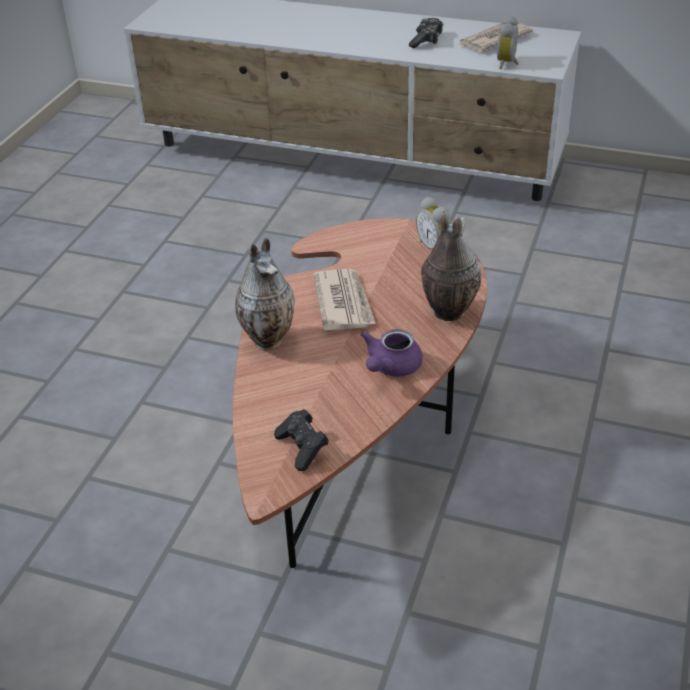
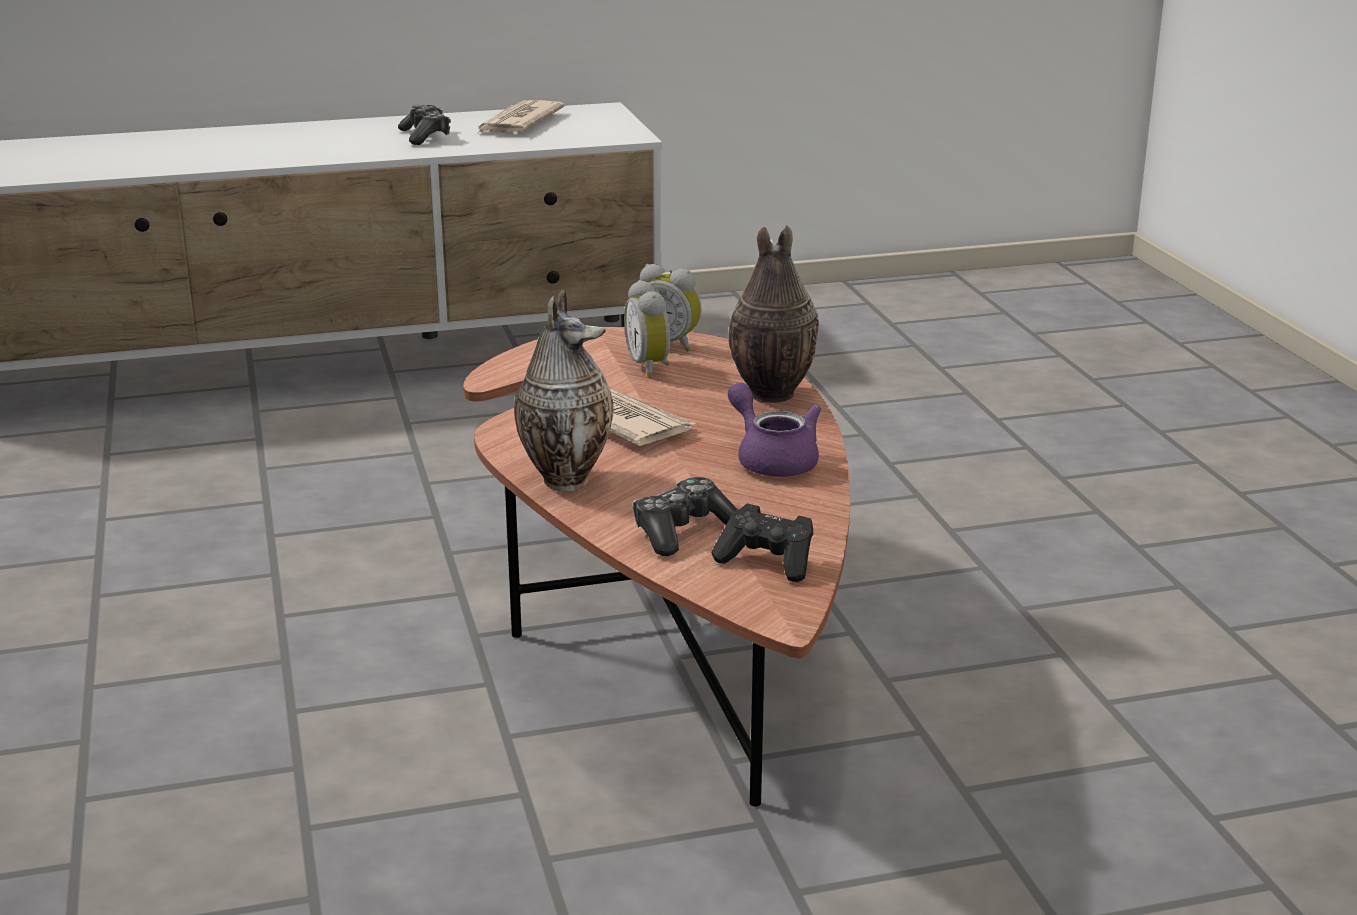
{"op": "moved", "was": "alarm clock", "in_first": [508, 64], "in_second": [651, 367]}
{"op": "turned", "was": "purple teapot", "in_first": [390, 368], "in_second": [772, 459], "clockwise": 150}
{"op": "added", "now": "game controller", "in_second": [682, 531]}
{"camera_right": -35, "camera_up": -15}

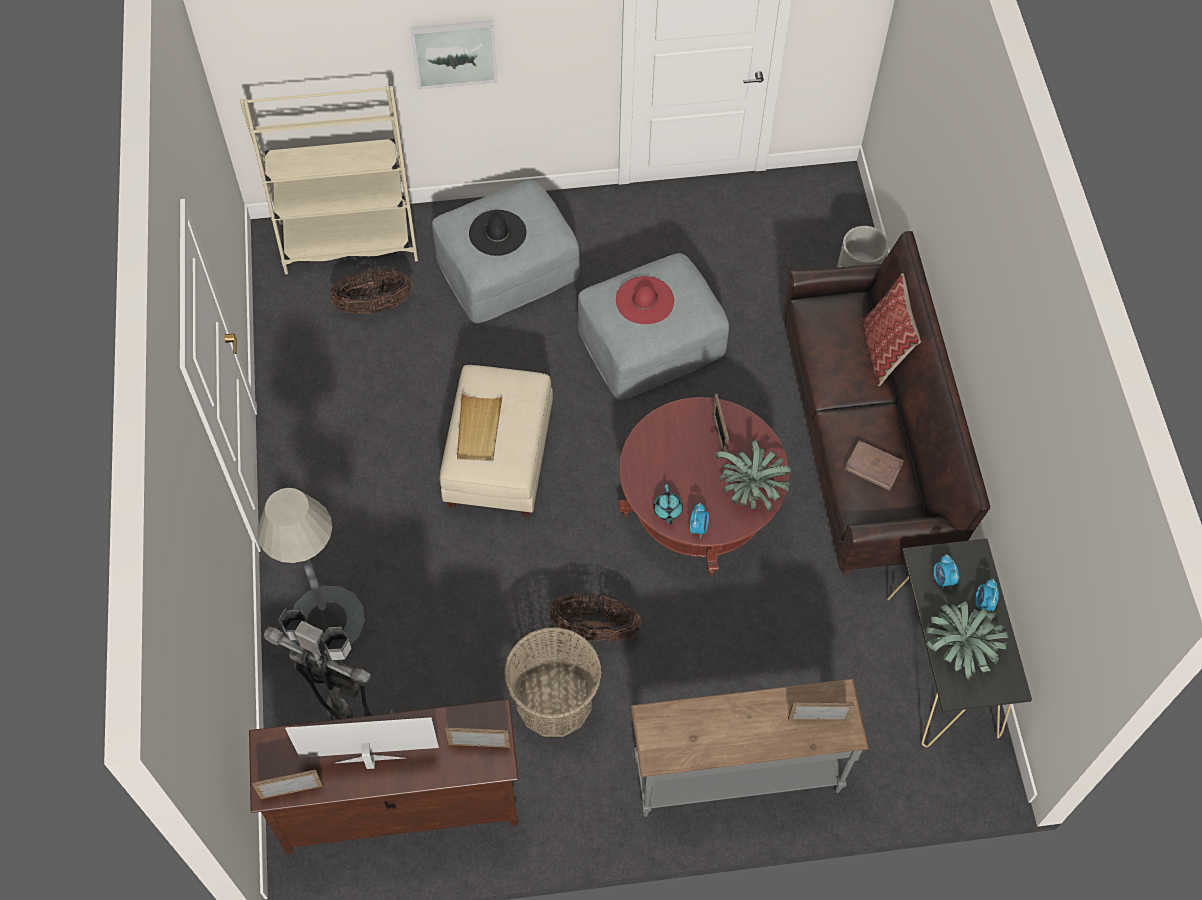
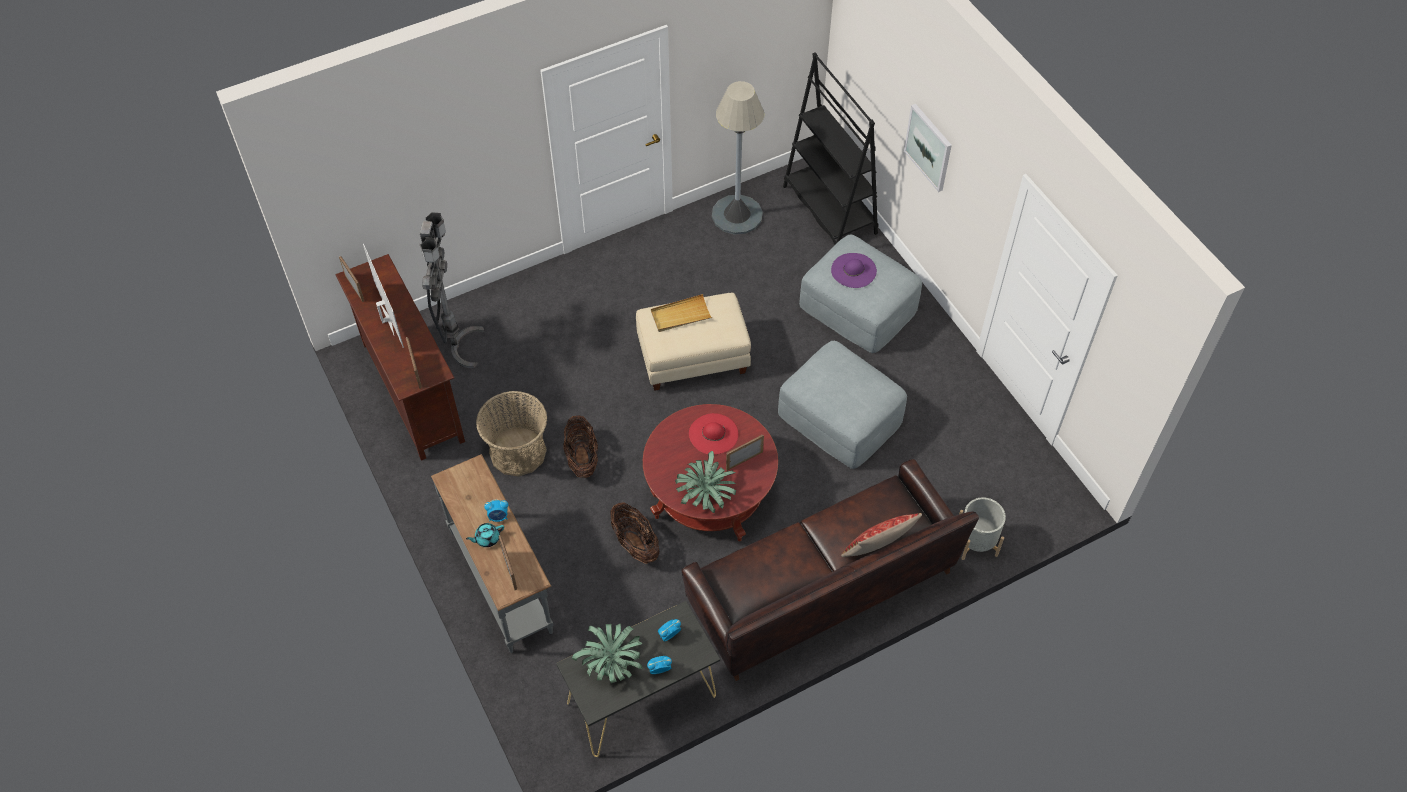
{"op": "recoloured", "was": "beige bookcase", "now": "black bookcase", "in_first": [348, 241], "in_second": [829, 210]}
{"op": "recoloured", "was": "black hat", "now": "purple hat", "in_first": [497, 233], "in_second": [853, 270]}
{"op": "moved", "was": "basket", "in_first": [374, 306], "in_second": [635, 544]}
{"op": "moved", "was": "red hat", "in_first": [645, 300], "in_second": [713, 434]}
{"op": "removed", "was": "brown book", "in_first": [873, 466]}
{"op": "moved", "was": "turquoise teapot", "in_first": [667, 510], "in_second": [487, 538]}
{"op": "moved", "was": "grey floor lamp", "in_first": [327, 621], "in_second": [737, 215]}
{"op": "moved", "was": "alarm clock", "in_first": [698, 527], "in_second": [498, 517]}
{"camera_right": 70, "camera_up": -5}

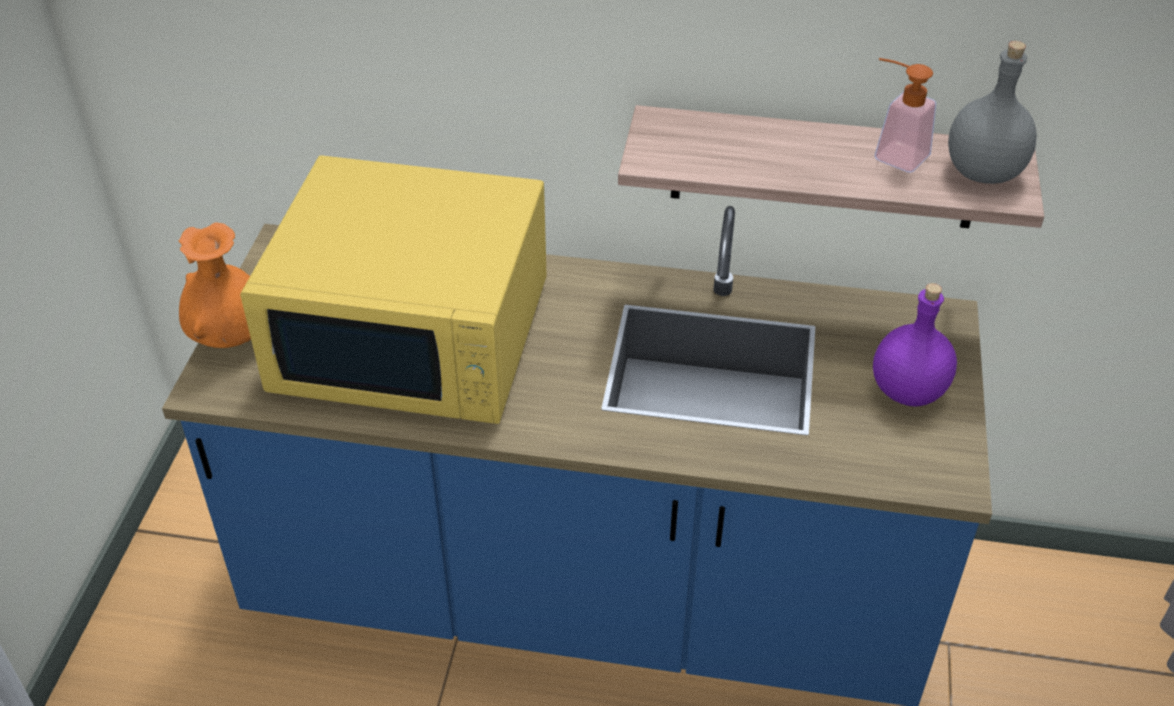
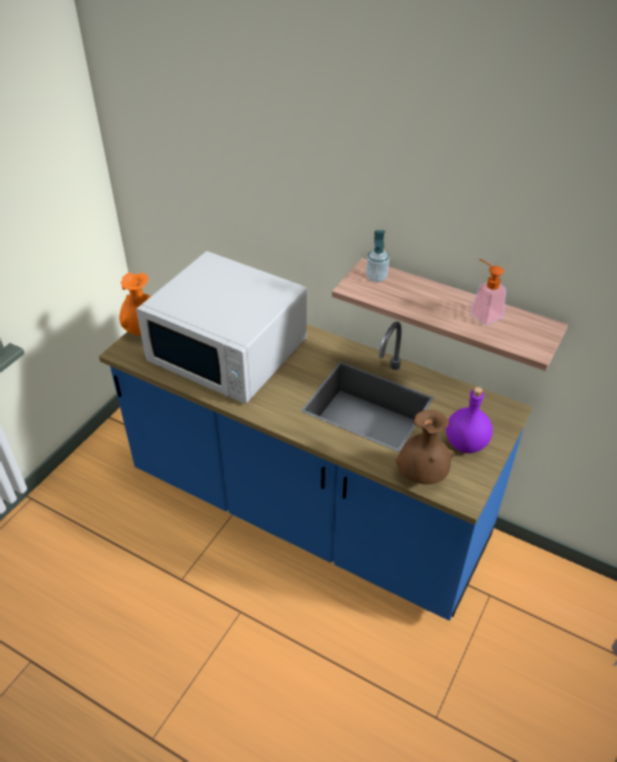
{"op": "removed", "was": "grey bottle", "in_first": [985, 173]}
{"op": "recoloured", "was": "yellow microwave", "now": "white microwave", "in_first": [415, 337], "in_second": [228, 352]}
{"op": "added", "now": "soap dispenser", "in_second": [376, 277]}
{"op": "added", "now": "brown vase", "in_second": [421, 476]}
{"camera_right": 20, "camera_up": 0}

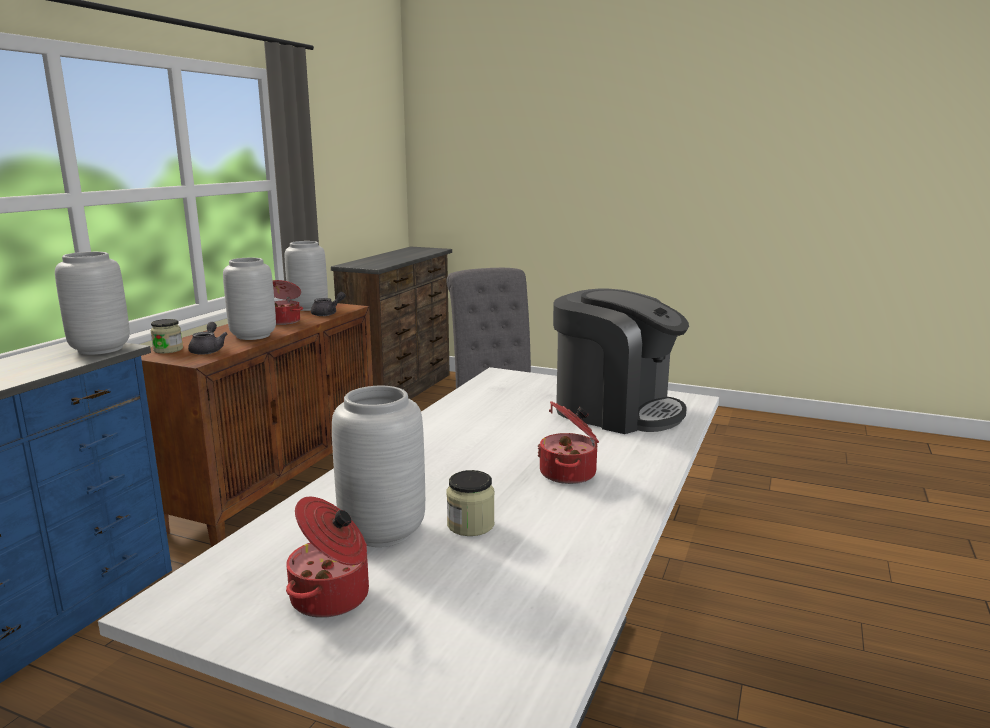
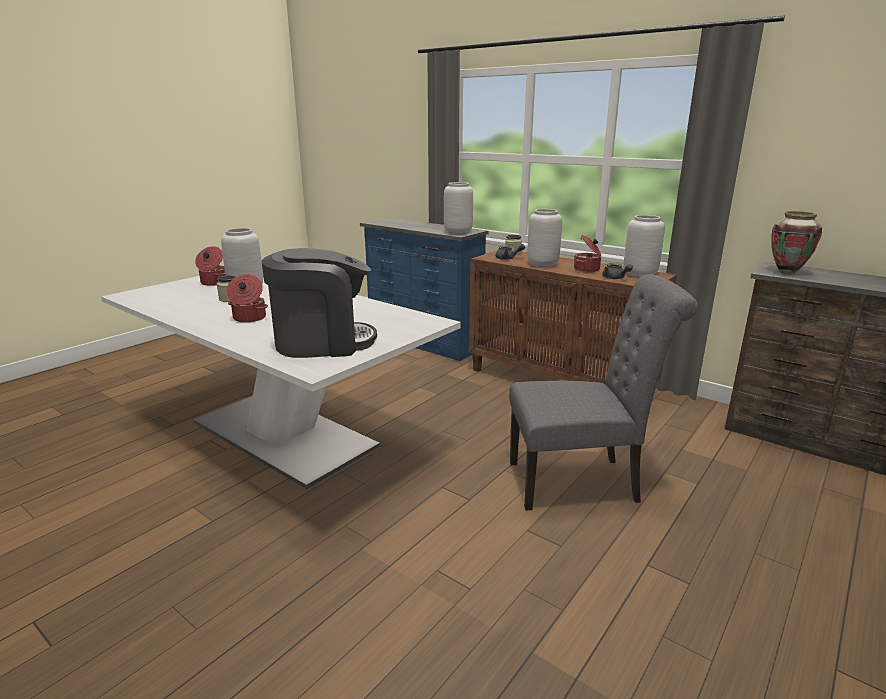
{"op": "turned", "was": "coffee machine", "in_first": [615, 410], "in_second": [323, 342], "clockwise": -150}
{"op": "added", "now": "vase", "in_second": [787, 272]}
{"camera_right": 105, "camera_up": 5}

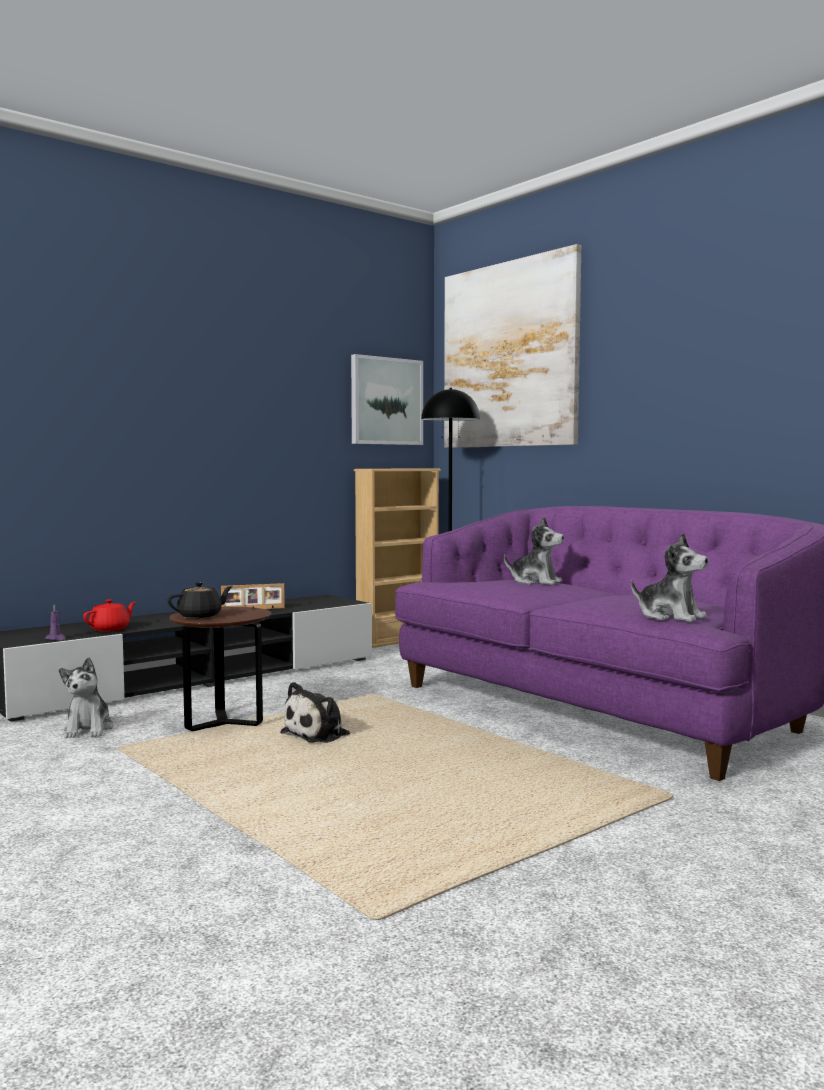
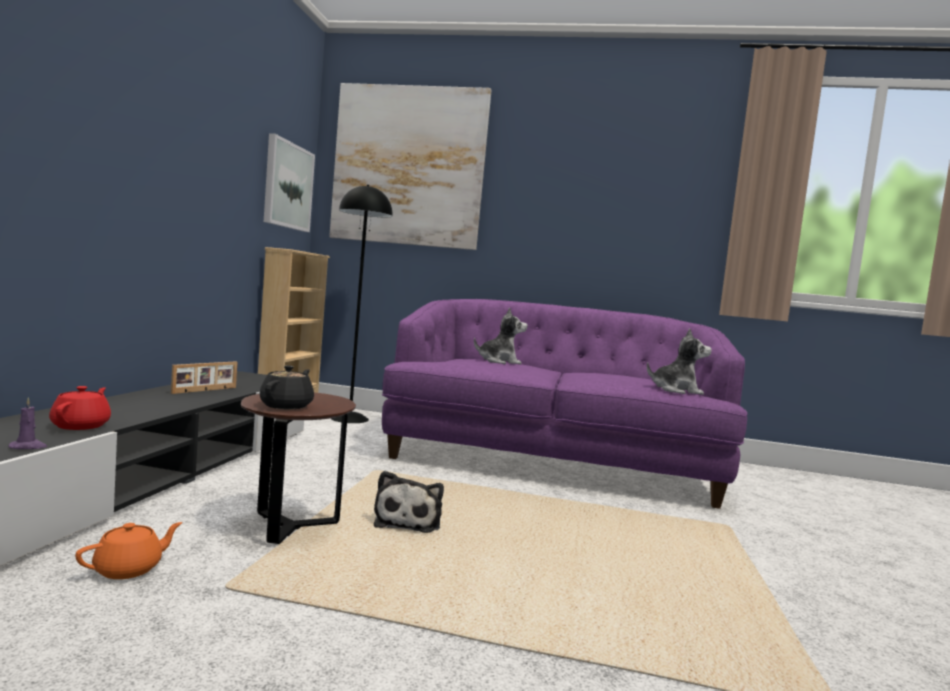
{"op": "replaced", "was": "plush toy", "now": "orange teapot", "in_first": [88, 729], "in_second": [129, 569]}
{"camera_right": -40, "camera_up": 0}

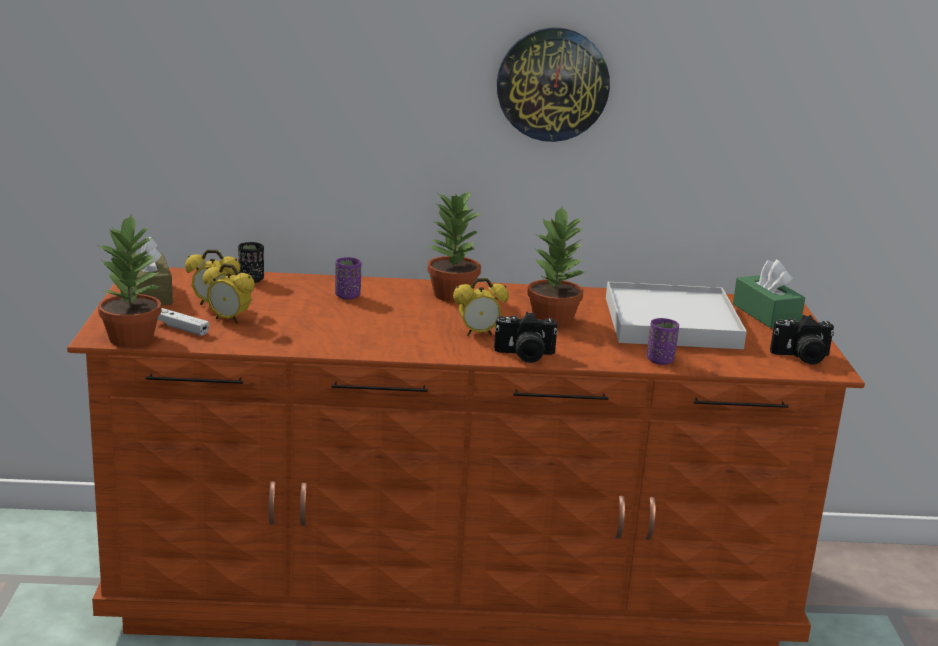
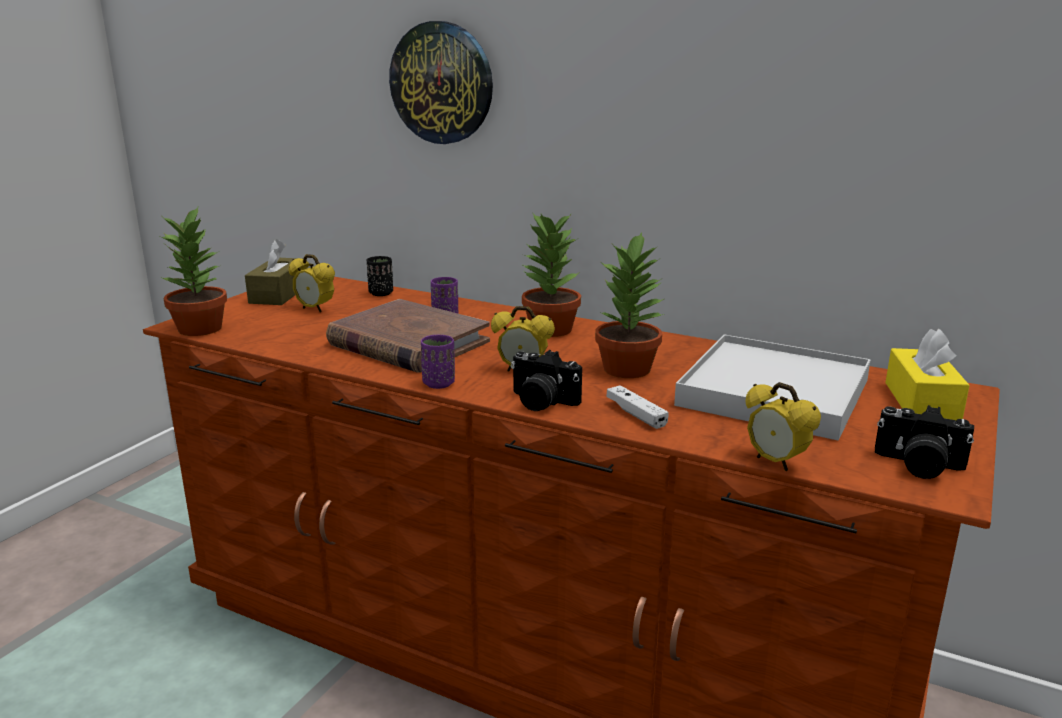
{"op": "moved", "was": "wall clock", "in_first": [552, 84], "in_second": [442, 83]}
{"op": "recoloured", "was": "green tissue box", "now": "yellow tissue box", "in_first": [766, 314], "in_second": [921, 402]}
{"op": "moved", "was": "alarm clock", "in_first": [229, 320], "in_second": [775, 462]}
{"op": "moved", "was": "white game controller", "in_first": [181, 328], "in_second": [636, 414]}
{"op": "moved", "was": "purple cup", "in_first": [660, 360], "in_second": [439, 384]}
{"op": "added", "now": "brown book", "in_second": [407, 343]}
{"camera_right": 30, "camera_up": 0}

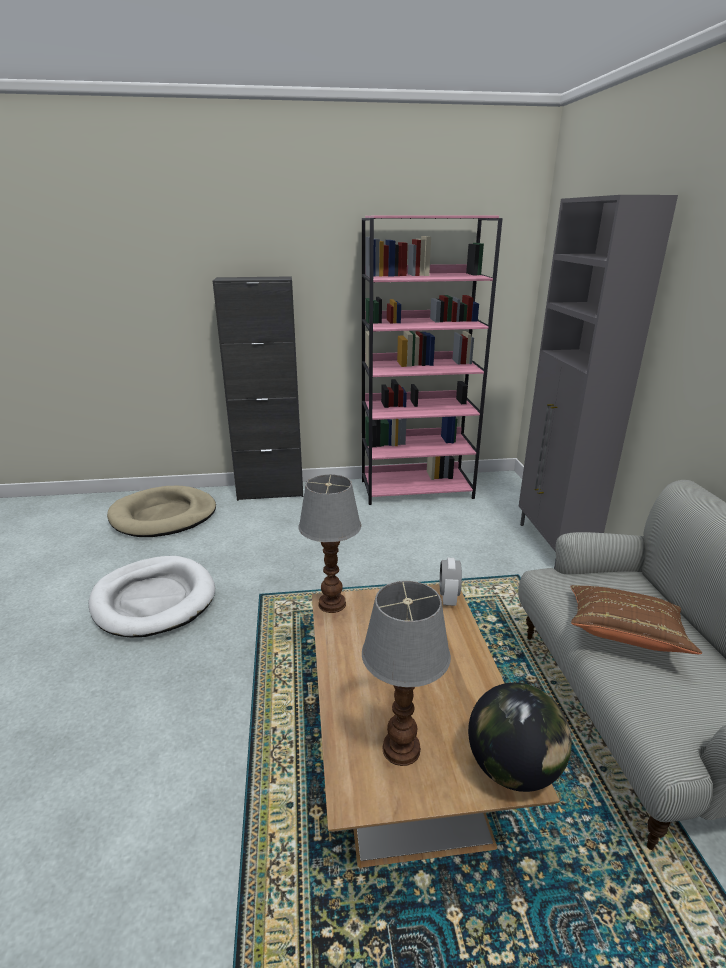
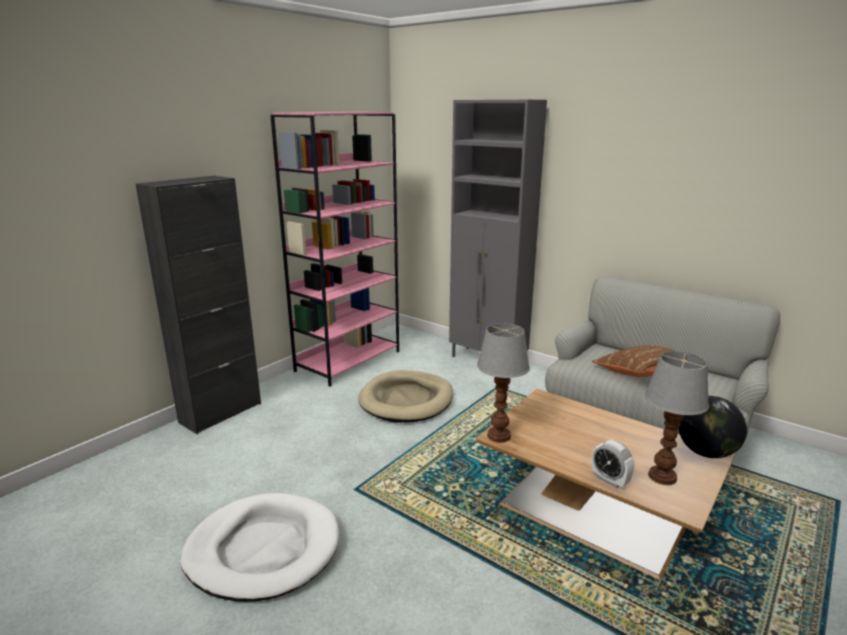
{"op": "moved", "was": "beige dog bed", "in_first": [164, 516], "in_second": [407, 400]}
{"op": "moved", "was": "alarm clock", "in_first": [448, 598], "in_second": [610, 480]}
{"camera_right": -45, "camera_up": -5}

